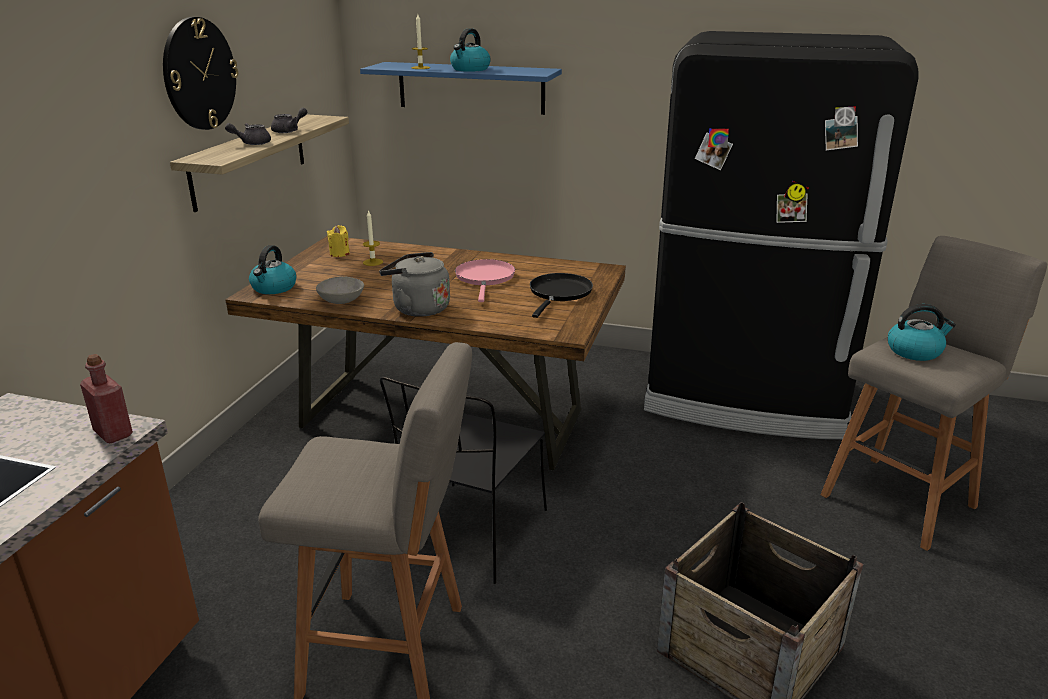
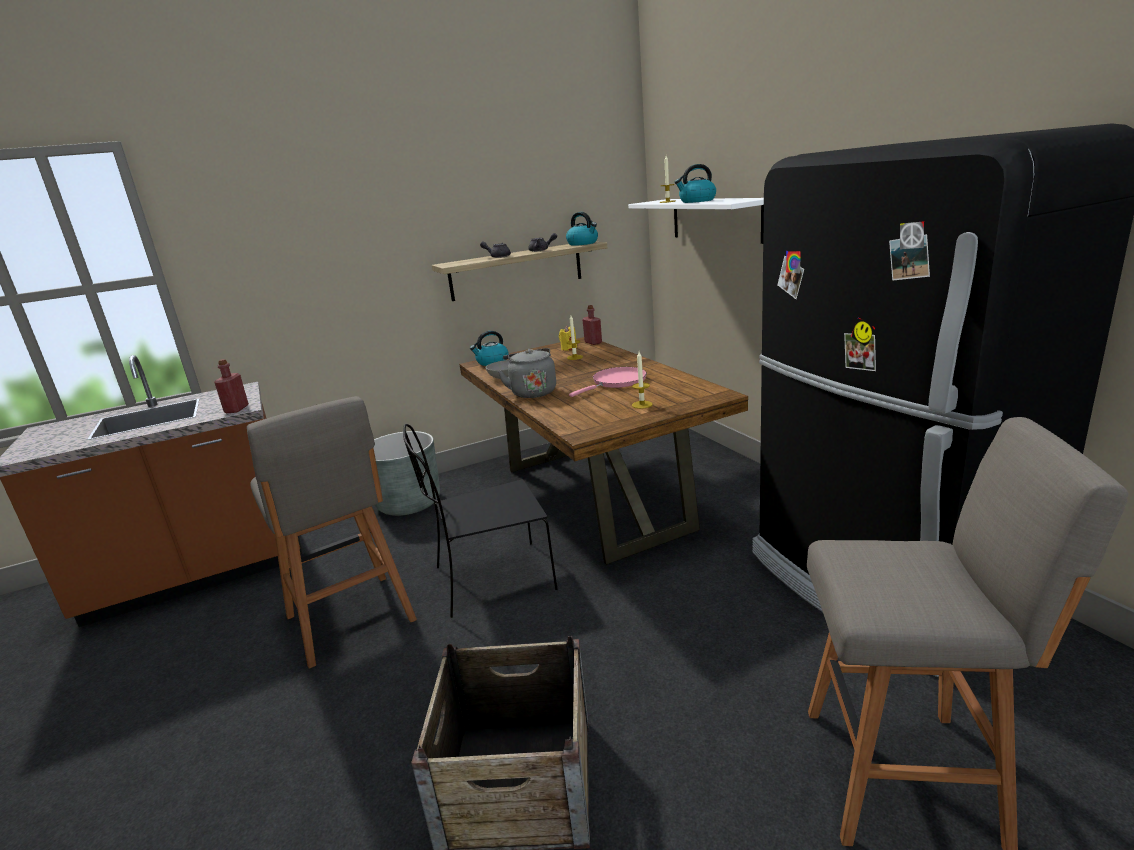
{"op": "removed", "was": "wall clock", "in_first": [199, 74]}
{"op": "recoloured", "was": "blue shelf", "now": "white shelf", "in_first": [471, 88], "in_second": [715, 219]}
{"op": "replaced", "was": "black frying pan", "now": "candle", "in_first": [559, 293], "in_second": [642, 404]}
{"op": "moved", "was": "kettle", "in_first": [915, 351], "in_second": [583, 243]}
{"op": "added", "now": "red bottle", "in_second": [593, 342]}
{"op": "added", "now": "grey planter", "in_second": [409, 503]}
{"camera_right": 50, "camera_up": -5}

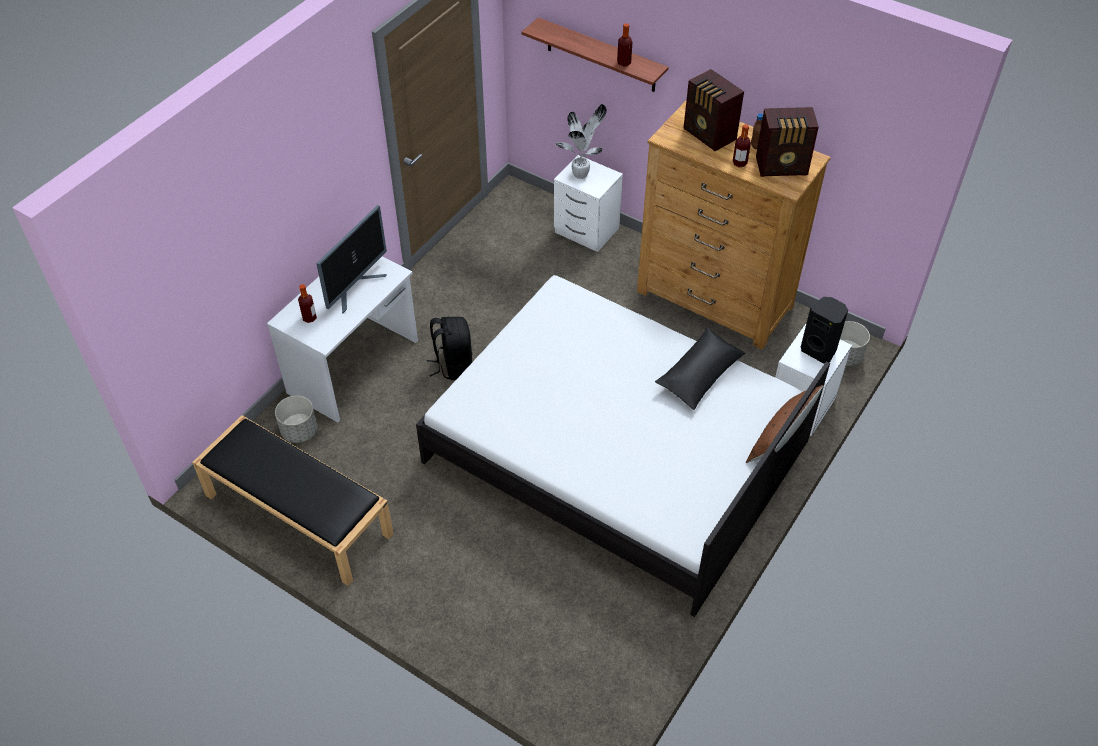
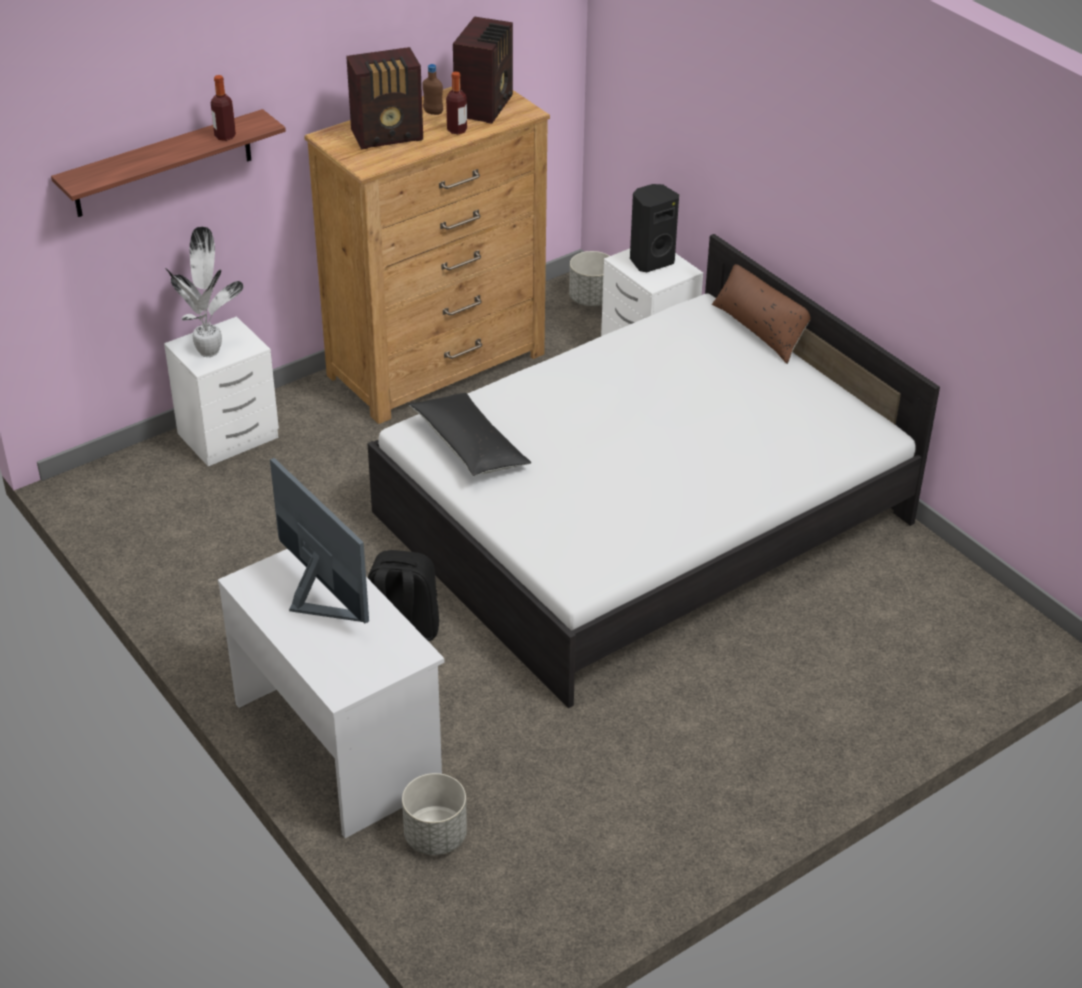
{"op": "removed", "was": "bottle", "in_first": [309, 318]}
{"op": "moved", "was": "black pillow", "in_first": [699, 374], "in_second": [469, 446]}
{"op": "removed", "was": "black bench", "in_first": [297, 514]}
{"camera_right": -70, "camera_up": -10}

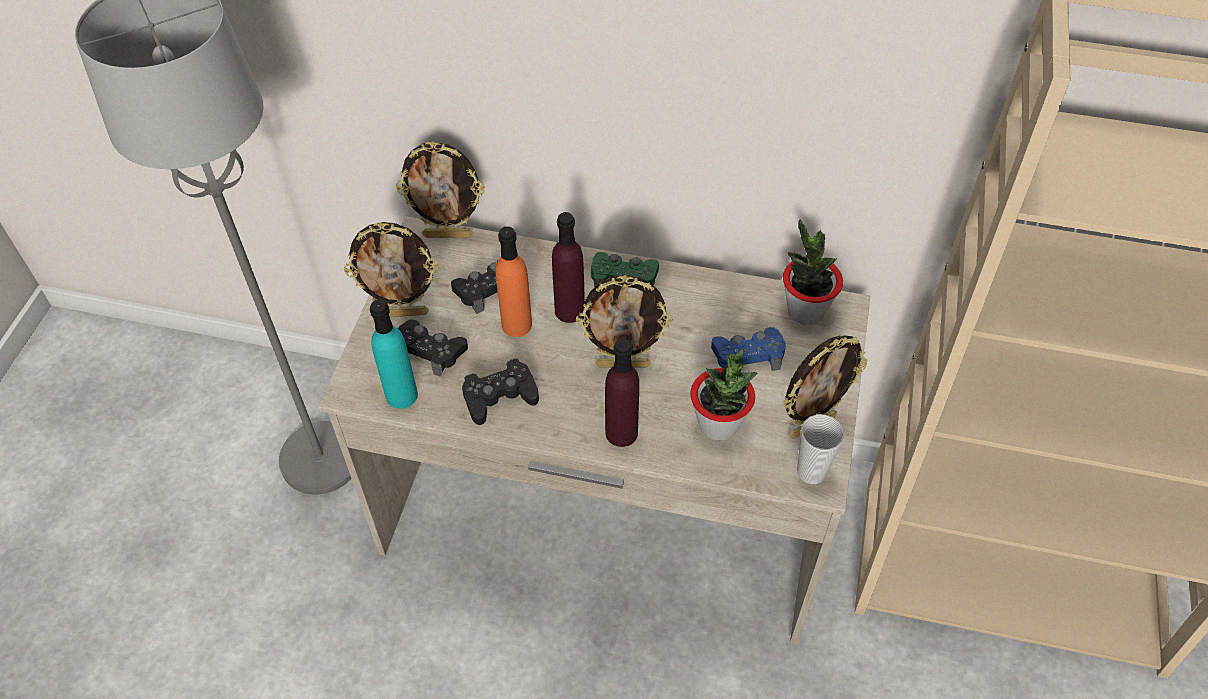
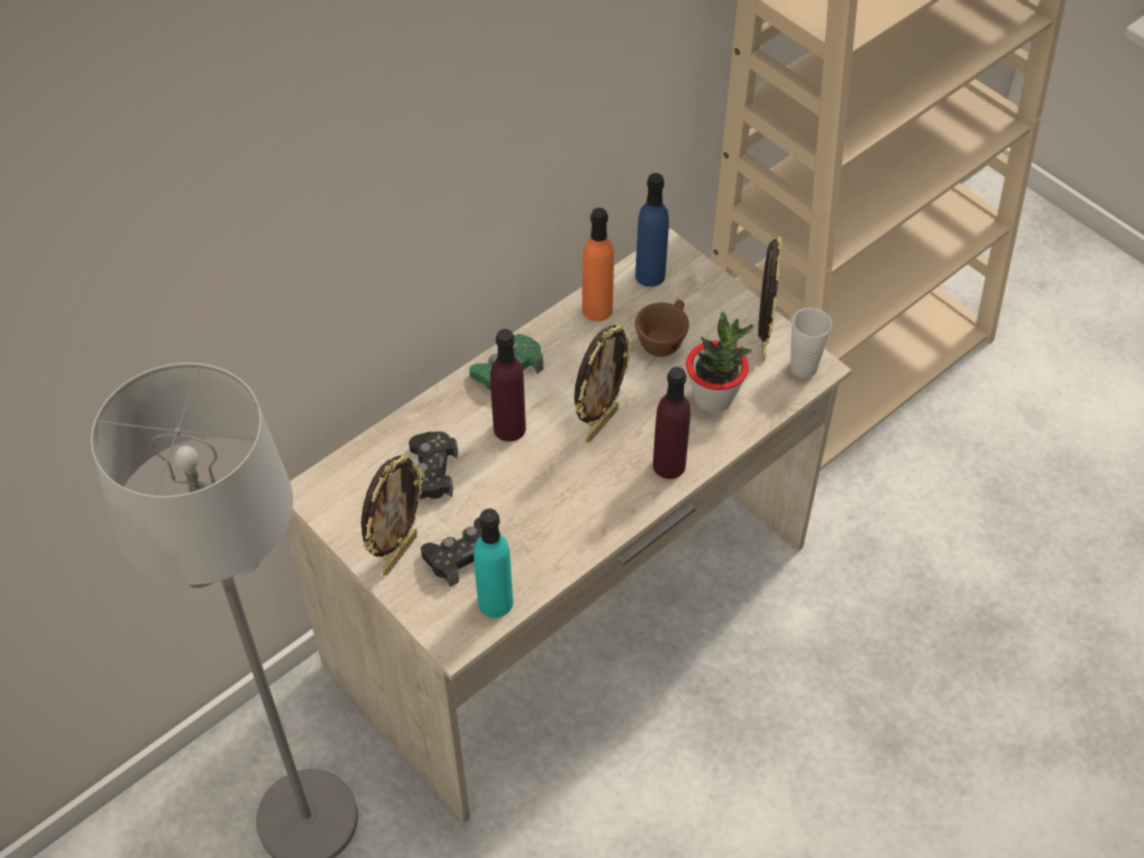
{"op": "removed", "was": "picture frame", "in_first": [449, 235]}
{"op": "replaced", "was": "potted plant", "now": "blue bottle", "in_first": [805, 310], "in_second": [650, 275]}
{"op": "moved", "was": "orange bottle", "in_first": [516, 324], "in_second": [597, 309]}
{"op": "replaced", "was": "blue game controller", "now": "brown cup", "in_first": [748, 356], "in_second": [663, 338]}
{"op": "removed", "was": "black game controller", "in_first": [500, 396]}
{"camera_right": -55, "camera_up": 0}

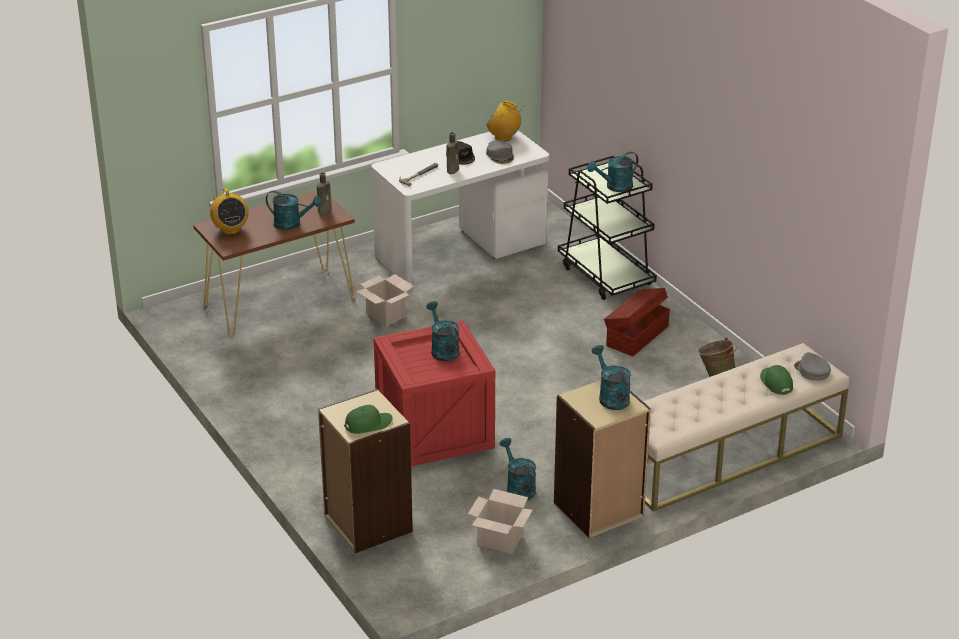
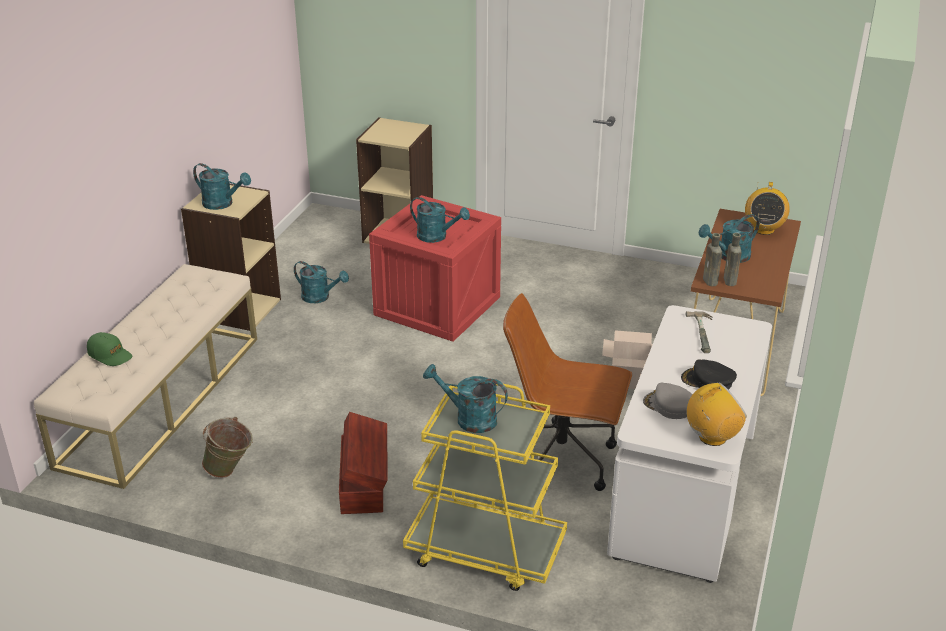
{"op": "moved", "was": "brown bottle", "in_first": [453, 170], "in_second": [710, 282]}
{"op": "turned", "was": "turquoise watering can", "in_first": [615, 187], "in_second": [469, 419], "clockwise": -90}
{"op": "recoloured", "was": "black cart", "now": "yellow cart", "in_first": [606, 275], "in_second": [484, 550]}
{"op": "turned", "was": "radio", "in_first": [230, 230], "in_second": [763, 229], "clockwise": -105}
{"op": "removed", "was": "grey cap", "in_first": [812, 371]}
{"op": "removed", "was": "green cap", "in_first": [368, 424]}
{"op": "removed", "was": "cardboard box", "in_first": [498, 540]}
{"op": "added", "now": "brown office chair", "in_second": [562, 459]}
{"camera_right": 140, "camera_up": 0}

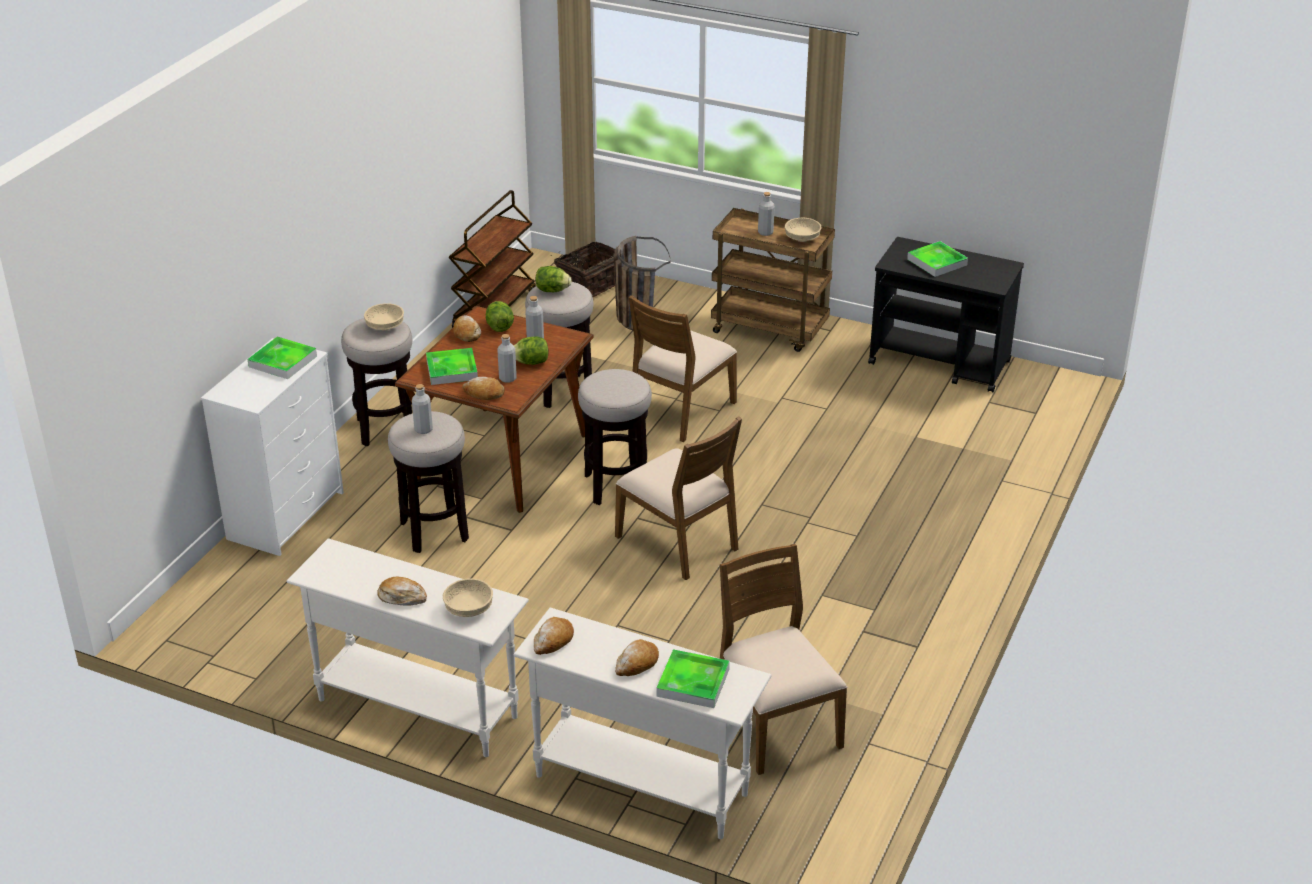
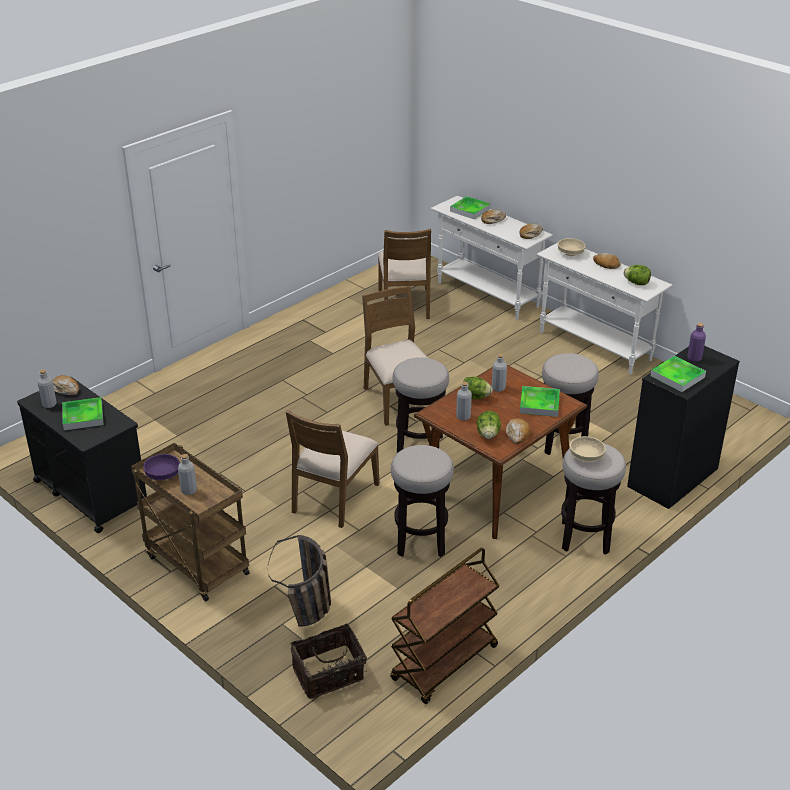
{"op": "recoloured", "was": "beige bowl", "now": "purple bowl", "in_first": [801, 238], "in_second": [163, 475]}
{"op": "moved", "was": "lettuce", "in_first": [552, 290], "in_second": [636, 283]}
{"op": "turned", "was": "brown chair", "in_first": [680, 411], "in_second": [333, 497], "clockwise": 150}
{"op": "recoloured", "was": "white dresser", "now": "black dresser", "in_first": [286, 515], "in_second": [672, 478]}
{"op": "moved", "was": "bread", "in_first": [484, 394], "in_second": [66, 389]}
{"op": "moved", "was": "grey bottle", "in_first": [423, 429], "in_second": [49, 404]}
{"op": "added", "now": "purple bottle", "in_second": [694, 358]}
{"camera_right": -160, "camera_up": 0}

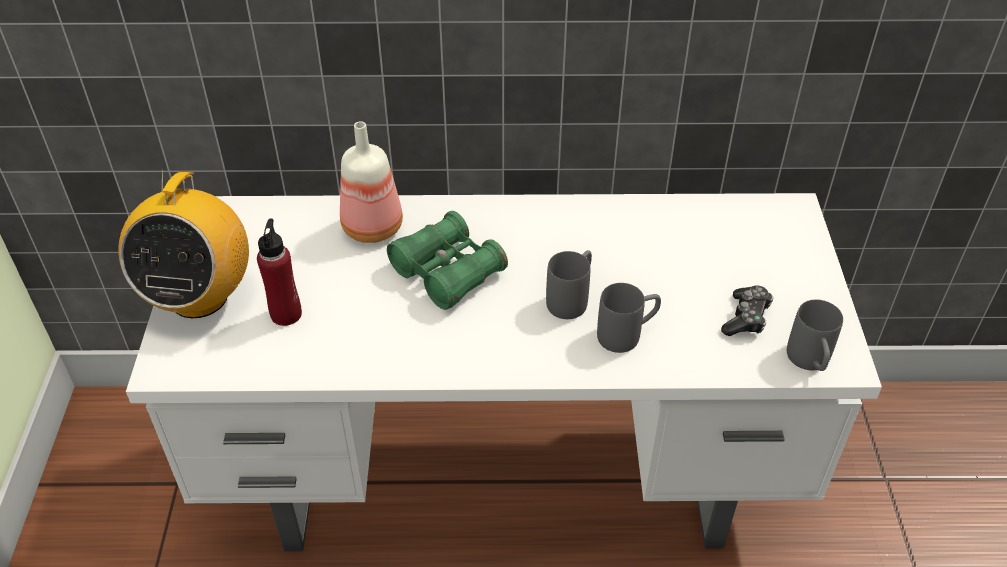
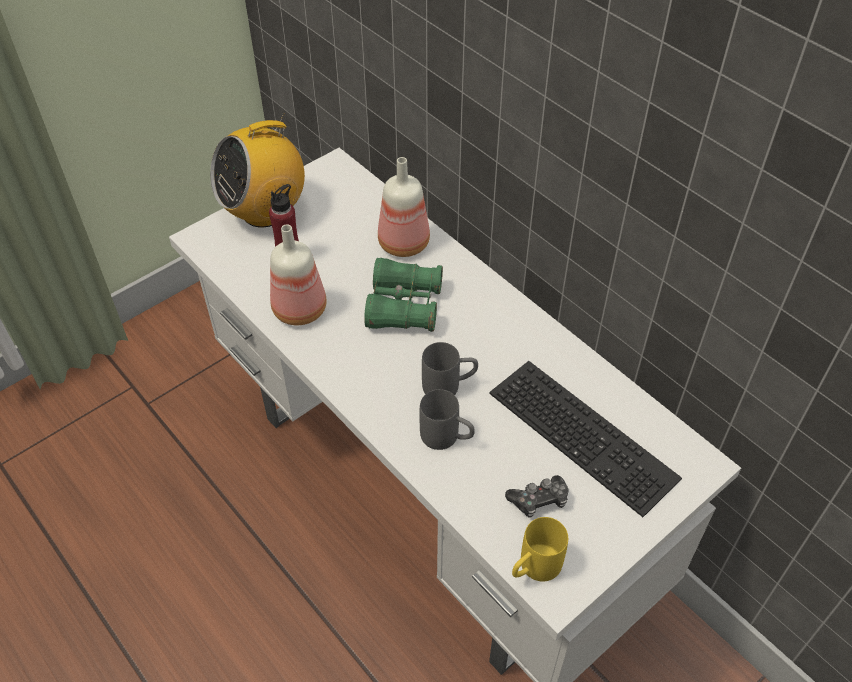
{"op": "recoloured", "was": "grey mug", "now": "yellow mug", "in_first": [810, 362], "in_second": [533, 569]}
{"op": "added", "now": "bottle", "in_second": [299, 308]}
{"op": "added", "now": "keyboard", "in_second": [586, 434]}
{"camera_right": 50, "camera_up": 5}

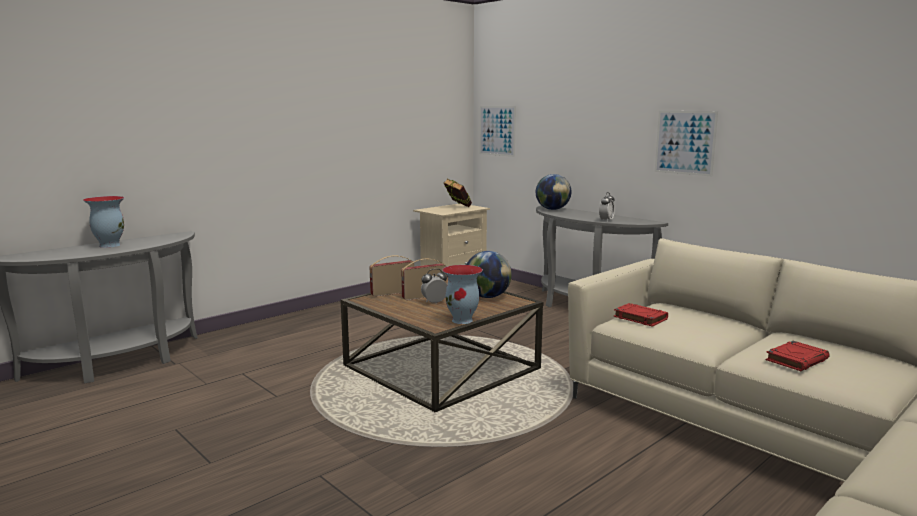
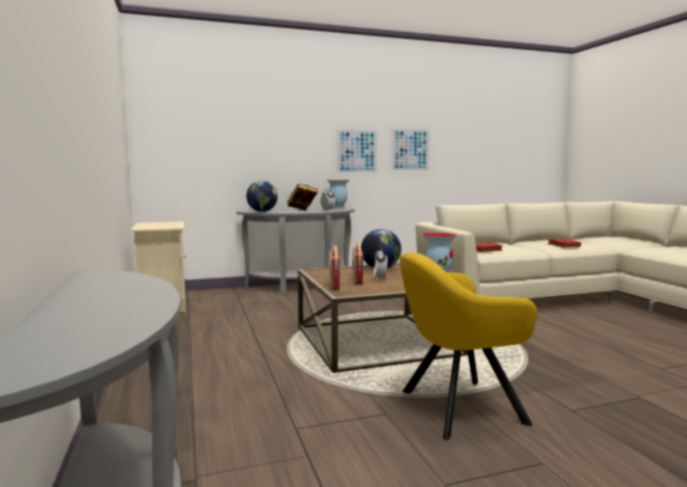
{"op": "moved", "was": "picture", "in_first": [497, 130], "in_second": [410, 149]}
{"op": "moved", "was": "book", "in_first": [457, 207], "in_second": [302, 211]}
{"op": "moved", "was": "vase", "in_first": [109, 245], "in_second": [337, 209]}
{"op": "added", "now": "yellow armchair", "in_second": [455, 408]}
{"camera_right": -65, "camera_up": -5}

